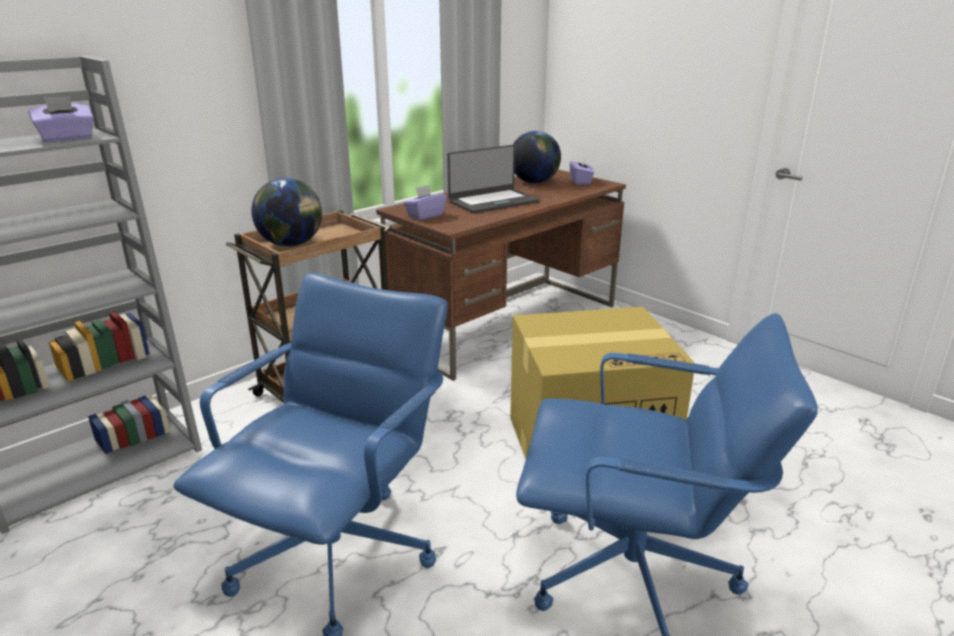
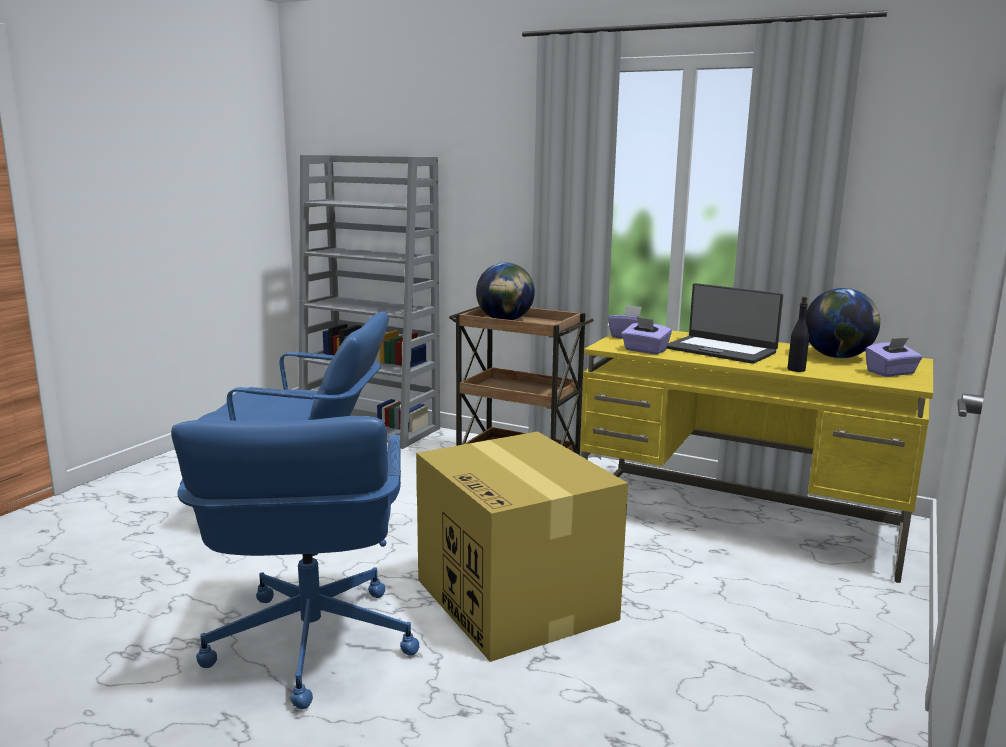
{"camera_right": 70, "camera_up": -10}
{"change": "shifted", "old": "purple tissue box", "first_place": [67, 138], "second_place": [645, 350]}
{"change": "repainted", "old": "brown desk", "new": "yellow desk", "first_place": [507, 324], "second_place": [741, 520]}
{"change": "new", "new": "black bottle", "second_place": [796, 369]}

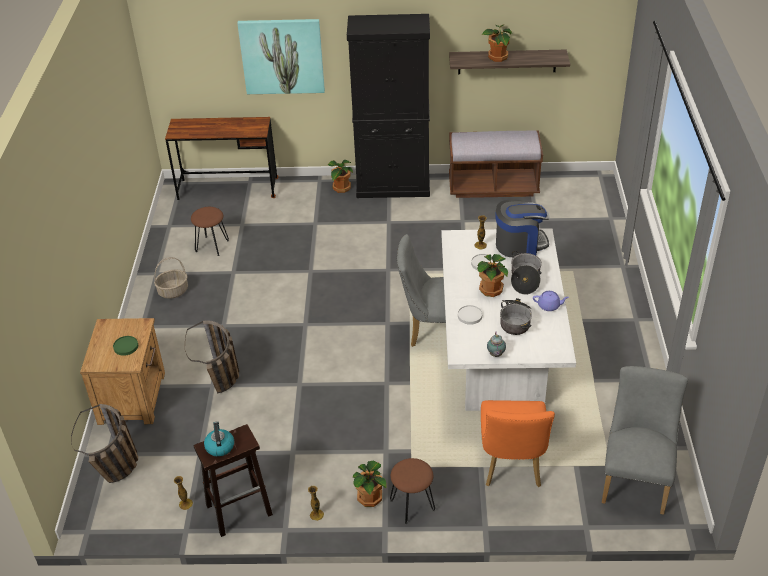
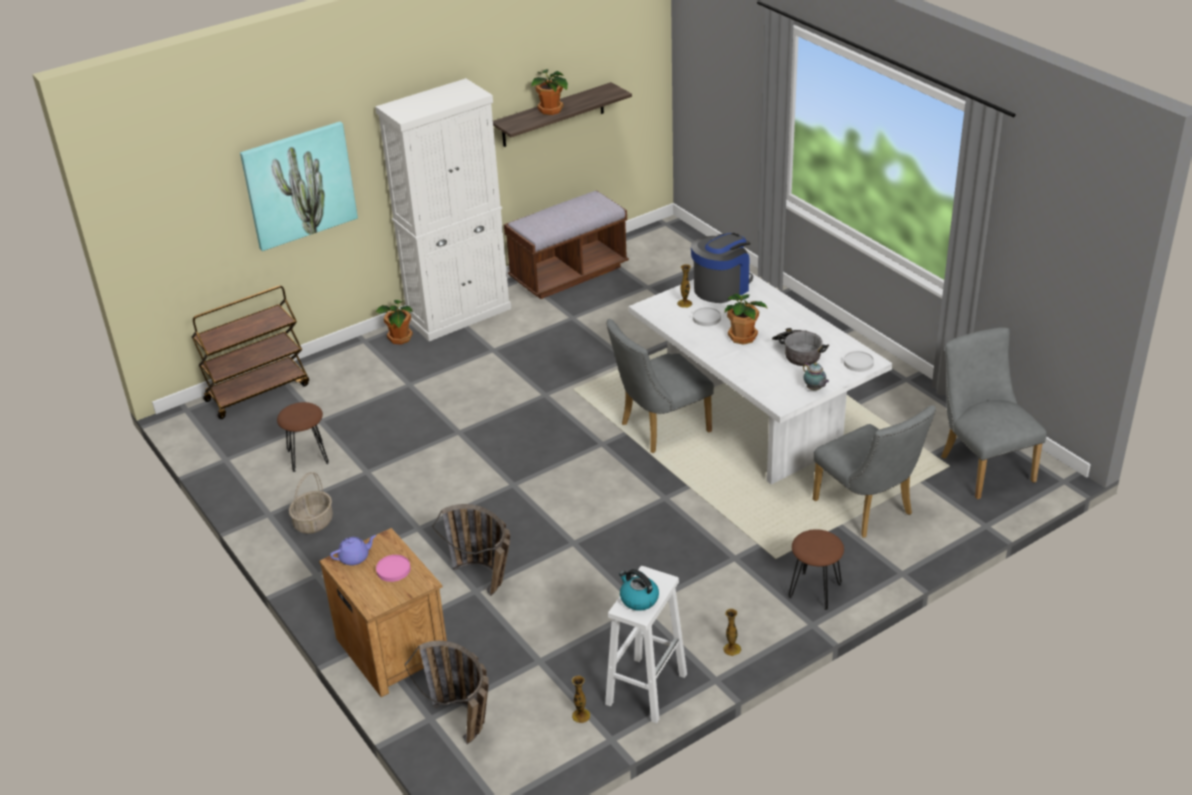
{"camera_right": -35, "camera_up": -5}
{"change": "repainted", "old": "black cabinet", "new": "white cabinet", "first_place": [393, 186], "second_place": [459, 314]}
{"change": "swapped", "old": "brown desk", "new": "brown cart", "first_place": [228, 189], "second_place": [258, 392]}
{"change": "gone", "old": "cooking pot", "first_place": [525, 279]}
{"change": "shifted", "old": "purple teapot", "first_place": [549, 306], "second_place": [355, 557]}
{"change": "shifted", "old": "white plate", "first_place": [469, 316], "second_place": [858, 363]}
{"change": "repainted", "old": "green plate", "new": "pink plate", "first_place": [126, 346], "second_place": [393, 569]}
{"change": "repainted", "old": "orange chair", "new": "grey chair", "first_place": [511, 467], "second_place": [868, 510]}
{"change": "repainted", "old": "brown stool", "new": "white stool", "first_place": [240, 509], "second_place": [646, 688]}
{"change": "gone", "old": "potted plant", "first_place": [370, 497]}

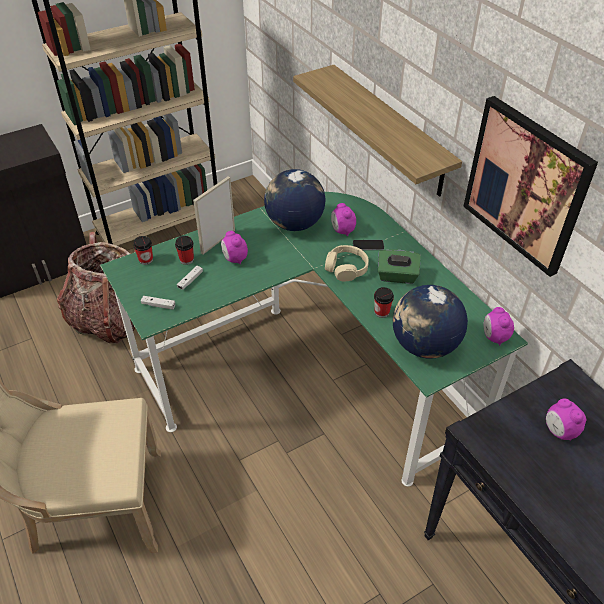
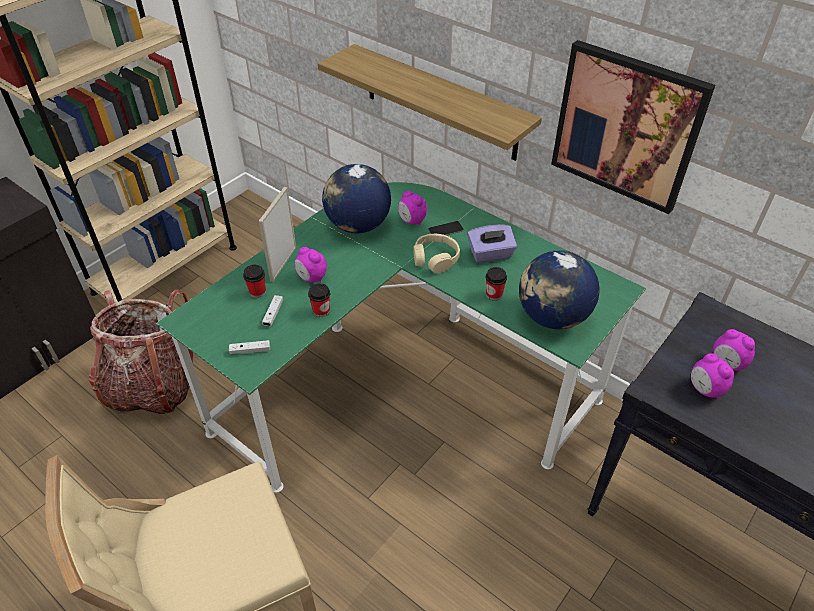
{"camera_right": -20, "camera_up": 0}
{"change": "shifted", "old": "cup", "first_place": [146, 260], "second_place": [321, 311]}
{"change": "repainted", "old": "green tissue box", "new": "purple tissue box", "first_place": [397, 276], "second_place": [490, 254]}
{"change": "shifted", "old": "alarm clock", "first_place": [494, 337], "second_place": [705, 389]}

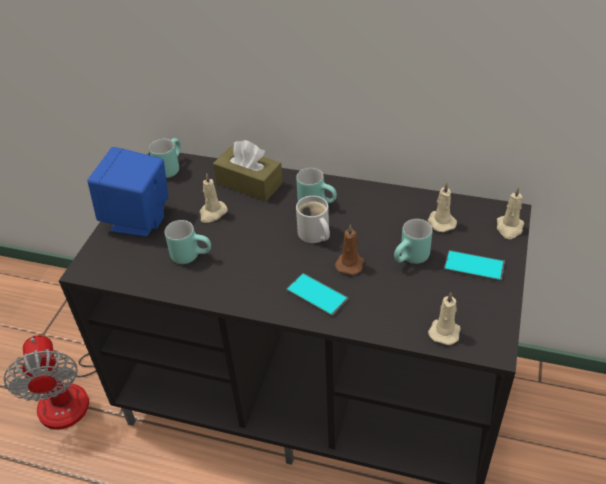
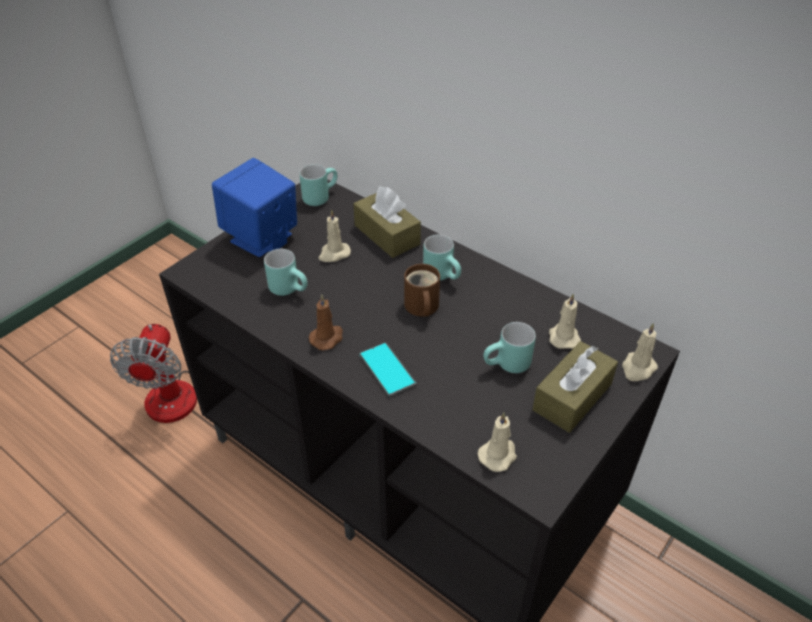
{"camera_right": 20, "camera_up": 0}
{"change": "repainted", "old": "white mug", "new": "brown mug", "first_place": [314, 234], "second_place": [421, 307]}
{"change": "shifted", "old": "brown candle", "first_place": [350, 263], "second_place": [327, 338]}
{"change": "swapped", "old": "phone", "new": "brown tissue box", "first_place": [474, 266], "second_place": [572, 397]}

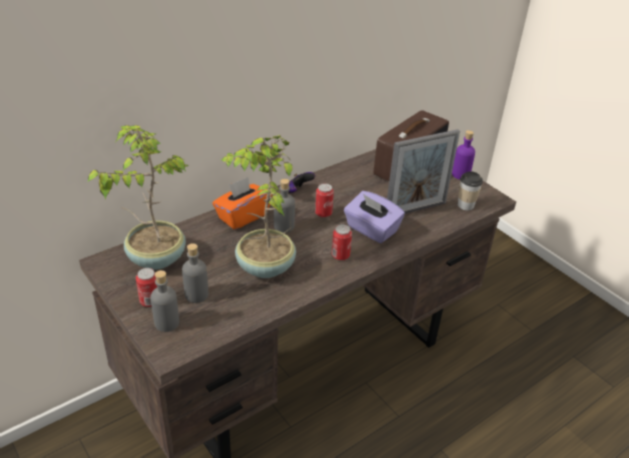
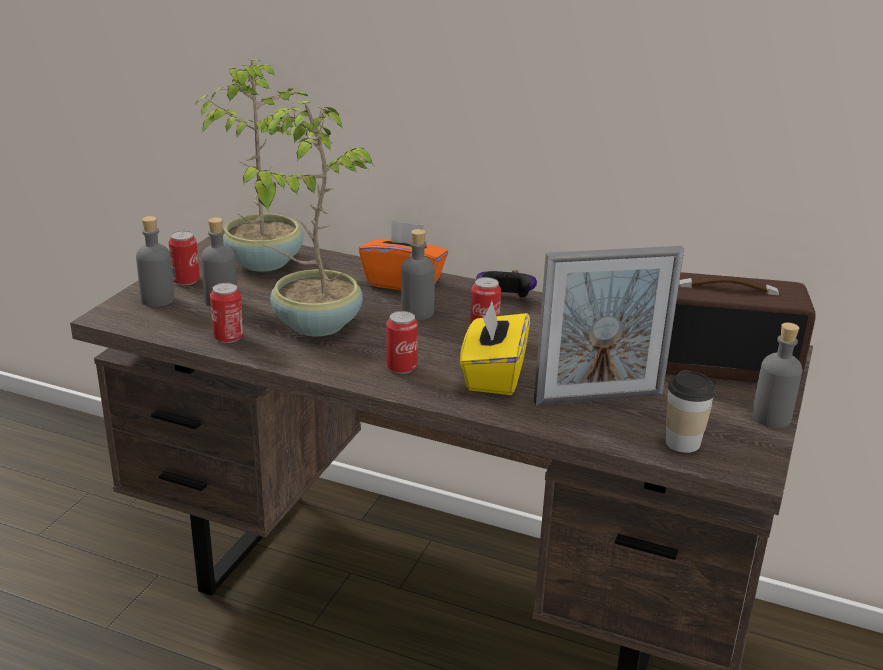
{"camera_right": 60, "camera_up": -10}
{"change": "rotated", "old": "picture frame", "first_place": [415, 209], "second_place": [598, 398], "degrees": -45}
{"change": "repainted", "old": "purple bottle", "new": "grey bottle", "first_place": [460, 174], "second_place": [771, 417]}
{"change": "repainted", "old": "purple tissue box", "new": "yellow tissue box", "first_place": [371, 230], "second_place": [493, 375]}
{"change": "new", "new": "can", "second_place": [228, 337]}

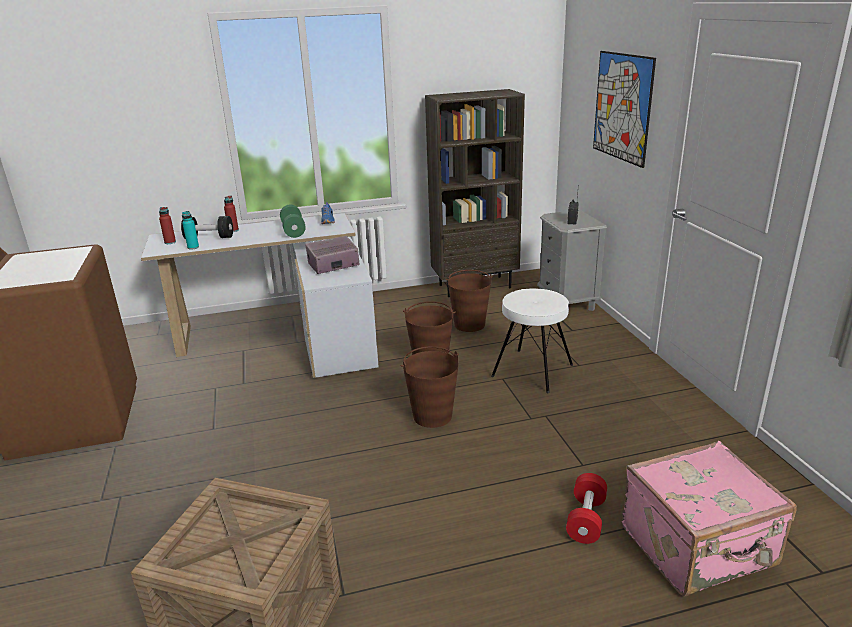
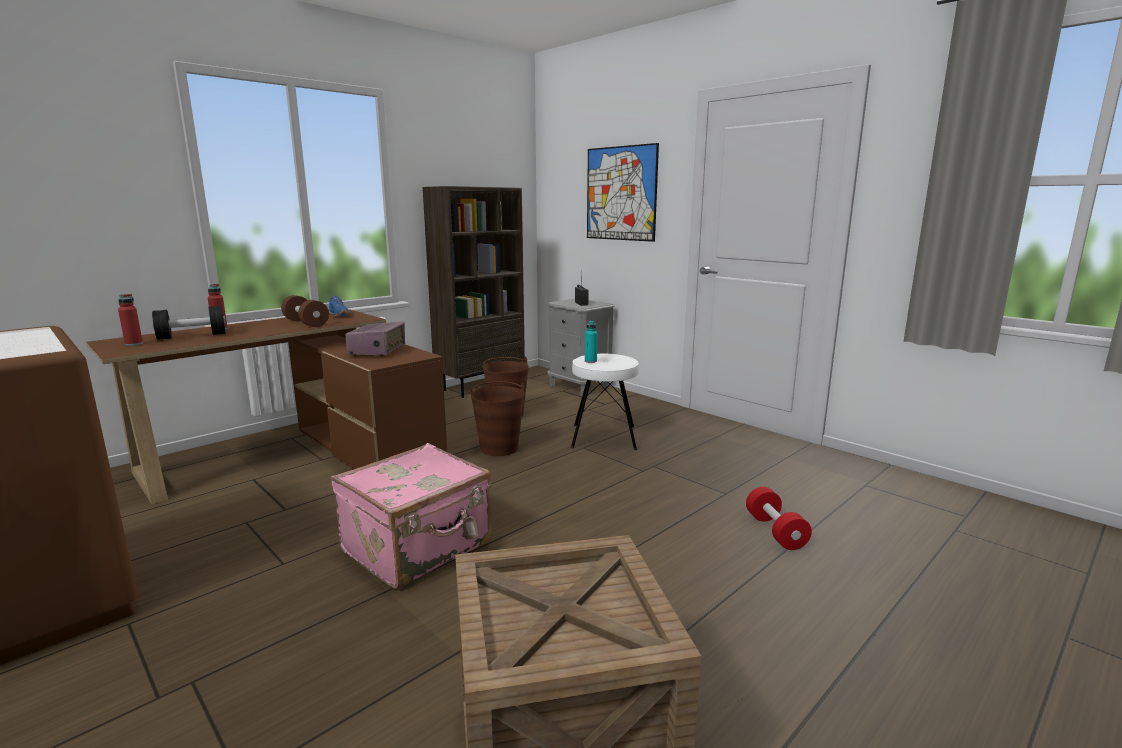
{"camera_right": -30, "camera_up": -10}
{"change": "repainted", "old": "green dumbbell", "new": "brown dumbbell", "first_place": [293, 230], "second_place": [306, 323]}
{"change": "shifted", "old": "turquoise bottle", "first_place": [193, 247], "second_place": [590, 361]}
{"change": "repainted", "old": "white desk", "new": "brown desk", "first_place": [286, 335], "second_place": [302, 456]}
{"change": "rotated", "old": "radio", "first_place": [333, 265], "second_place": [378, 351], "degrees": 150}
{"change": "gone", "old": "brown bucket", "first_place": [432, 416]}
{"change": "shifted", "old": "pink suitcase", "first_place": [698, 548], "second_place": [419, 548]}

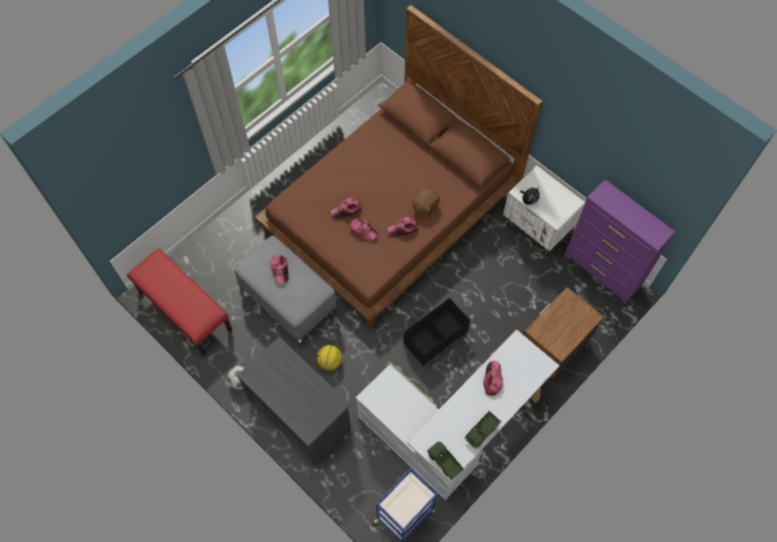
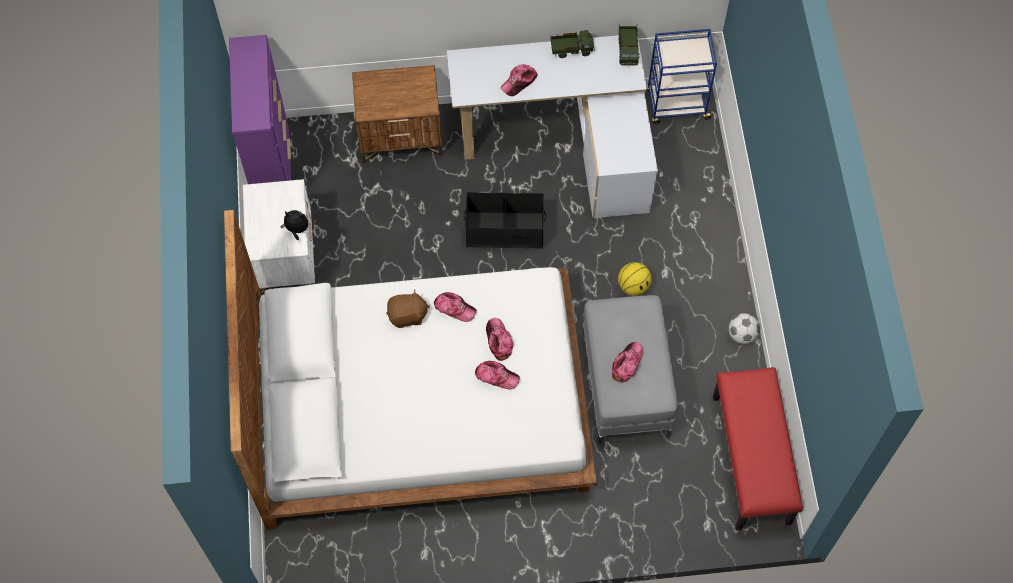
{"camera_right": -140, "camera_up": 0}
{"change": "repainted", "old": "brown bed", "new": "white bed", "first_place": [391, 210], "second_place": [421, 401]}
{"change": "gone", "old": "grey desk", "first_place": [300, 414]}

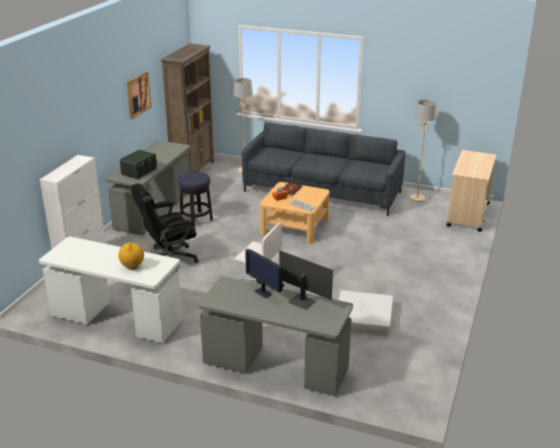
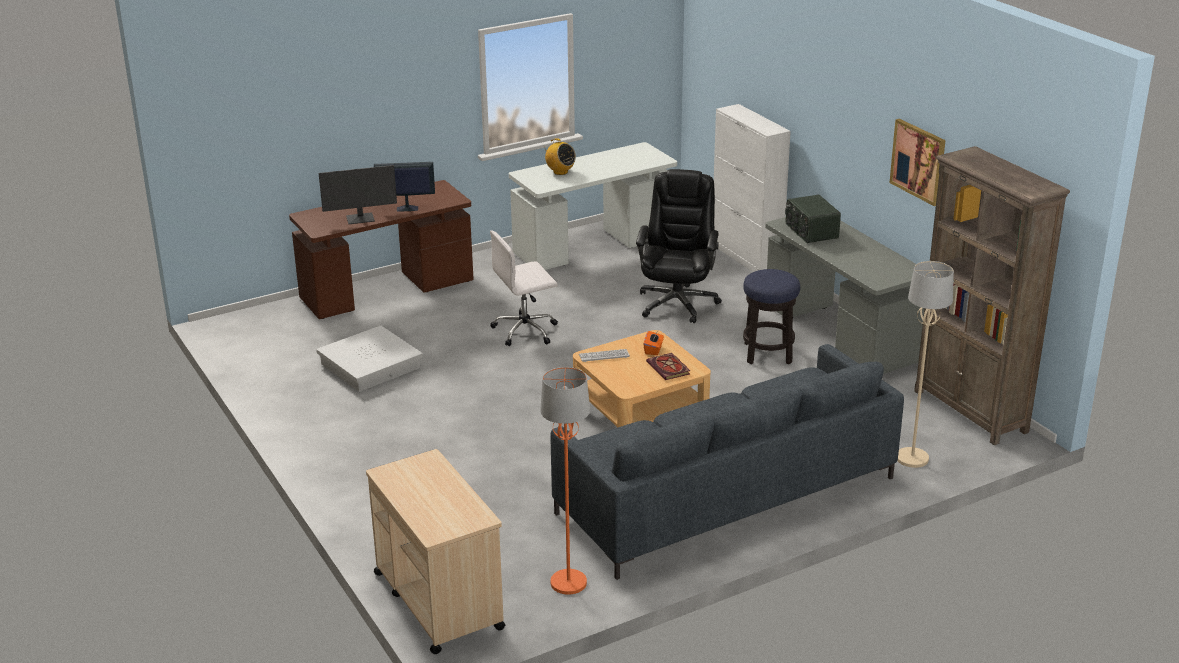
{"camera_right": 130, "camera_up": 0}
{"change": "repainted", "old": "beige floor lamp", "new": "orange floor lamp", "first_place": [417, 198], "second_place": [568, 583]}
{"change": "repainted", "old": "grey desk", "new": "brown desk", "first_place": [275, 366], "second_place": [387, 290]}

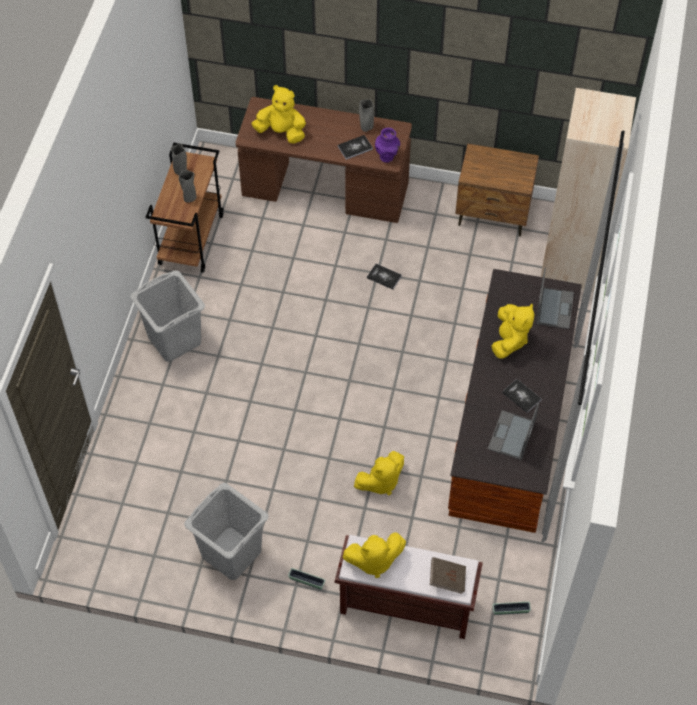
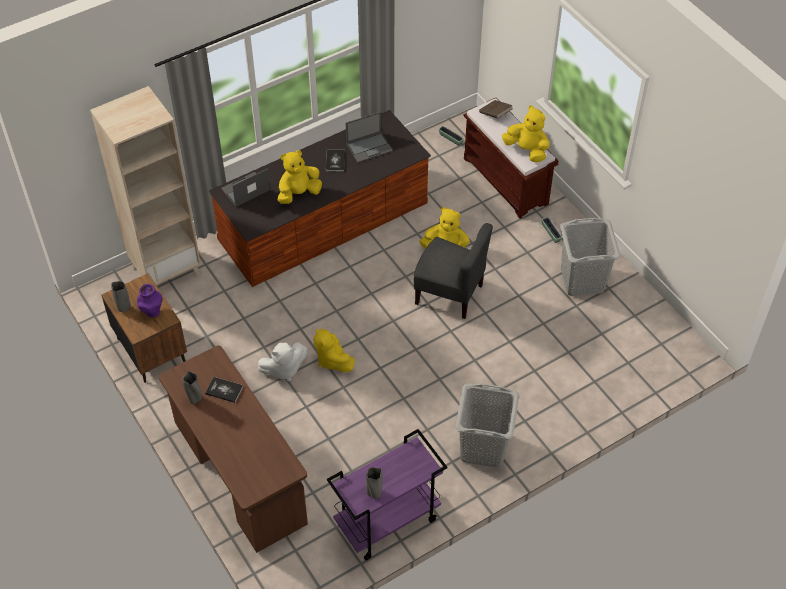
{"camera_right": -135, "camera_up": -5}
{"change": "shifted", "old": "yellow plush toy", "first_place": [281, 132], "second_place": [332, 360]}
{"change": "shifted", "old": "purple vase", "first_place": [387, 157], "second_place": [152, 312]}
{"change": "repainted", "old": "brown cart", "new": "purple cart", "first_place": [191, 239], "second_place": [387, 522]}
{"change": "shifted", "old": "grey vase", "first_place": [189, 198], "second_place": [124, 308]}
{"change": "swapped", "old": "book", "new": "white plush toy", "first_place": [384, 277], "second_place": [283, 369]}
{"change": "new", "new": "grey chair", "second_place": [449, 294]}

